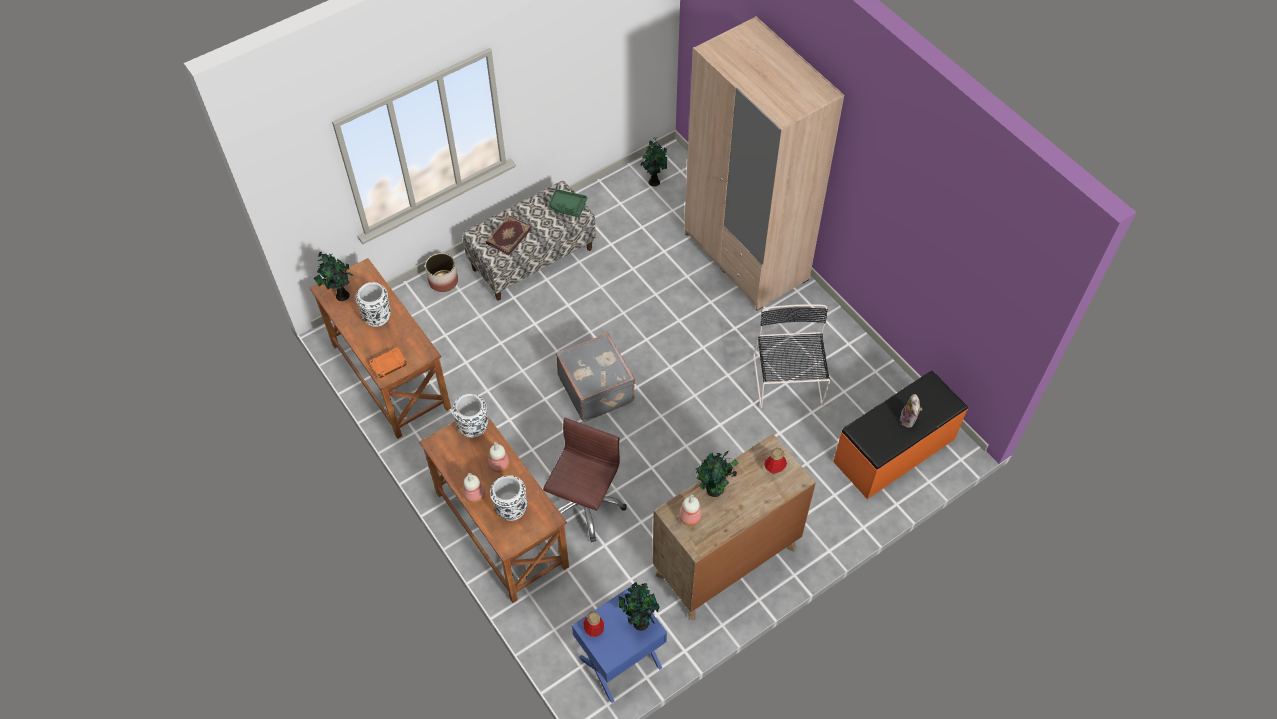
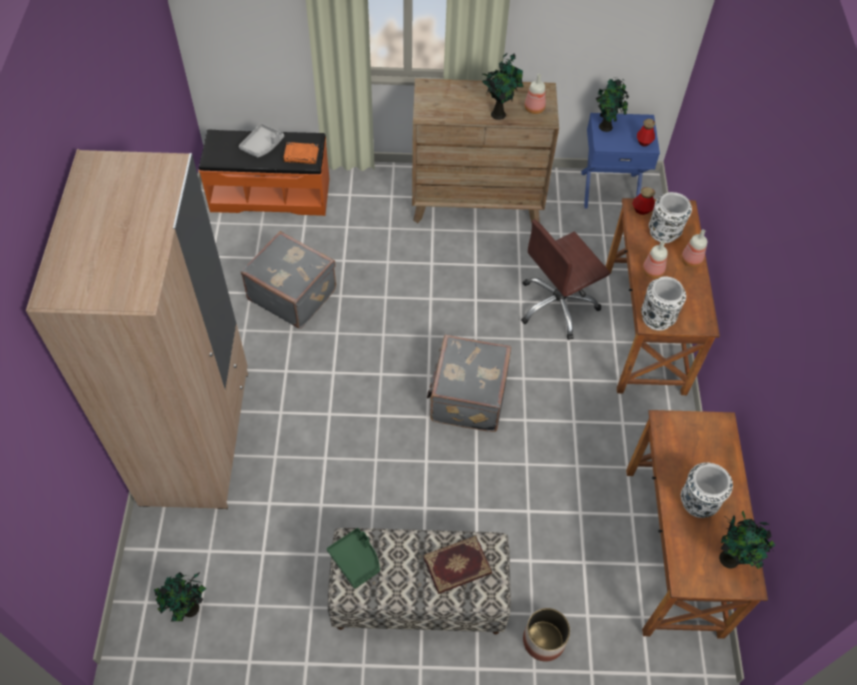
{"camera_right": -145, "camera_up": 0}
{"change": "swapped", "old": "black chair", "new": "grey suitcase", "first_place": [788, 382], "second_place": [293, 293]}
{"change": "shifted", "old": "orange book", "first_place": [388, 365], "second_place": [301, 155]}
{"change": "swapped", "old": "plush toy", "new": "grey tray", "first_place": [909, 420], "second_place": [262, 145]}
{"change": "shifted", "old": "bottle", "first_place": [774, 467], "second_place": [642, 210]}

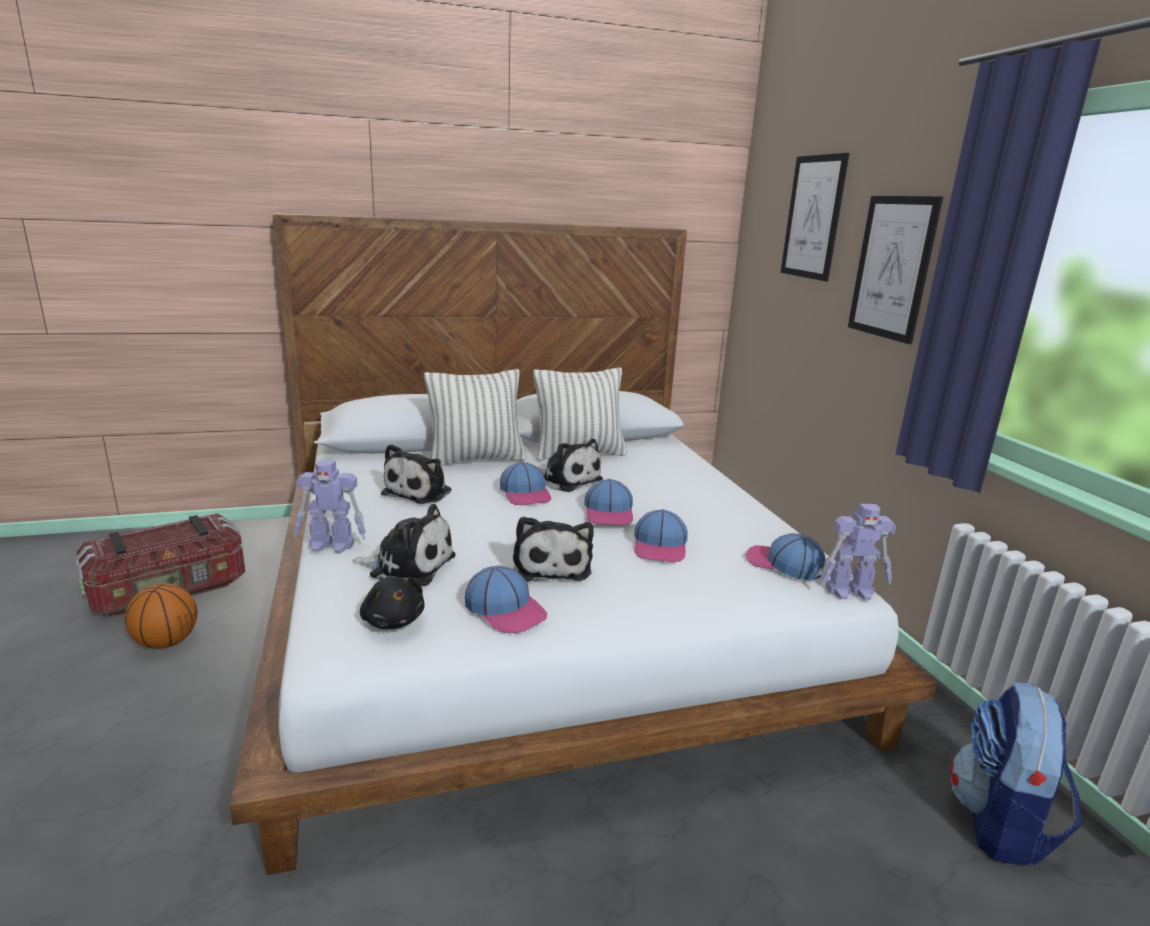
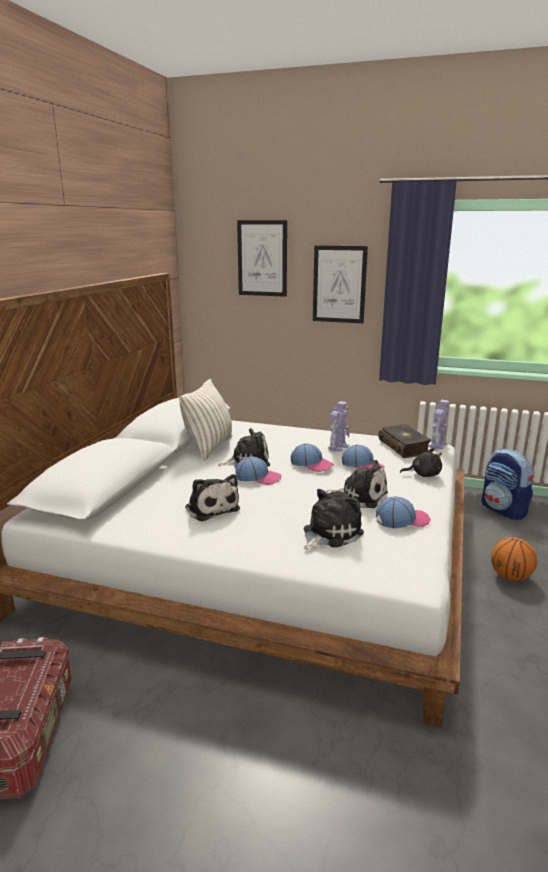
{"camera_right": -55, "camera_up": 0}
{"change": "gone", "old": "pillow", "first_place": [476, 459]}
{"change": "shifted", "old": "toy robot", "first_place": [332, 545], "second_place": [338, 447]}
{"change": "swapped", "old": "cap", "new": "book", "first_place": [783, 564], "second_place": [404, 447]}
{"change": "shifted", "old": "black plush toy", "first_place": [393, 620], "second_place": [423, 474]}
{"change": "shifted", "old": "basketball", "first_place": [166, 642], "second_place": [510, 577]}

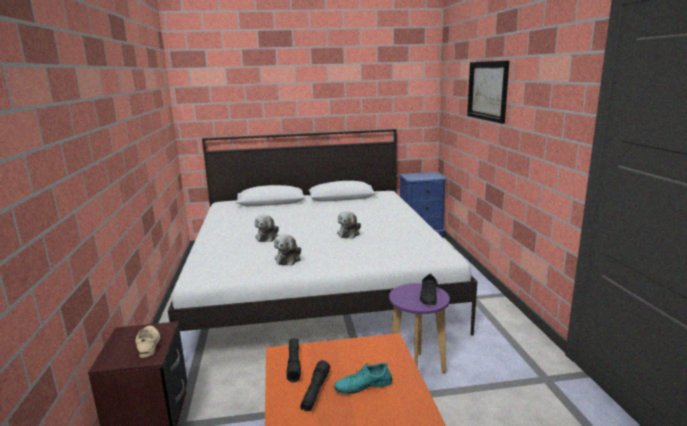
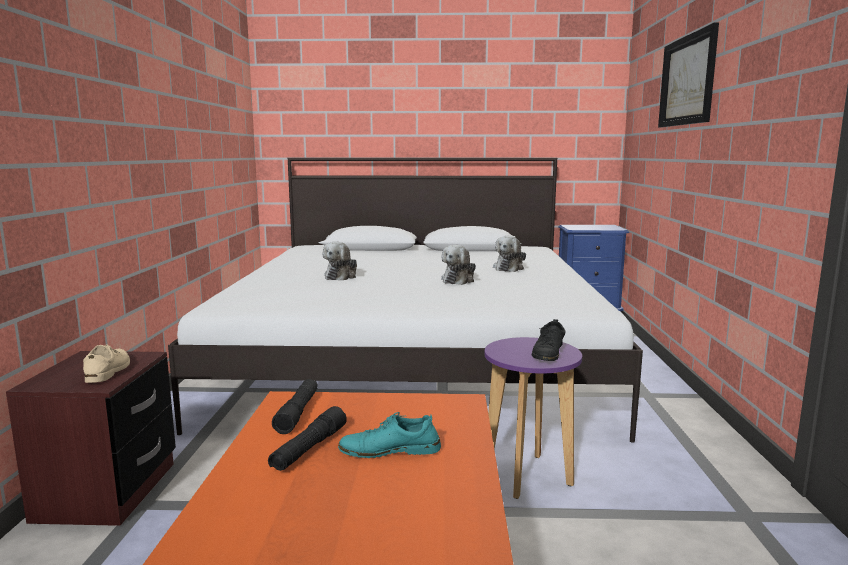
{"camera_right": 10, "camera_up": -5}
{"change": "shifted", "old": "plush toy", "first_place": [288, 259], "second_place": [509, 268]}

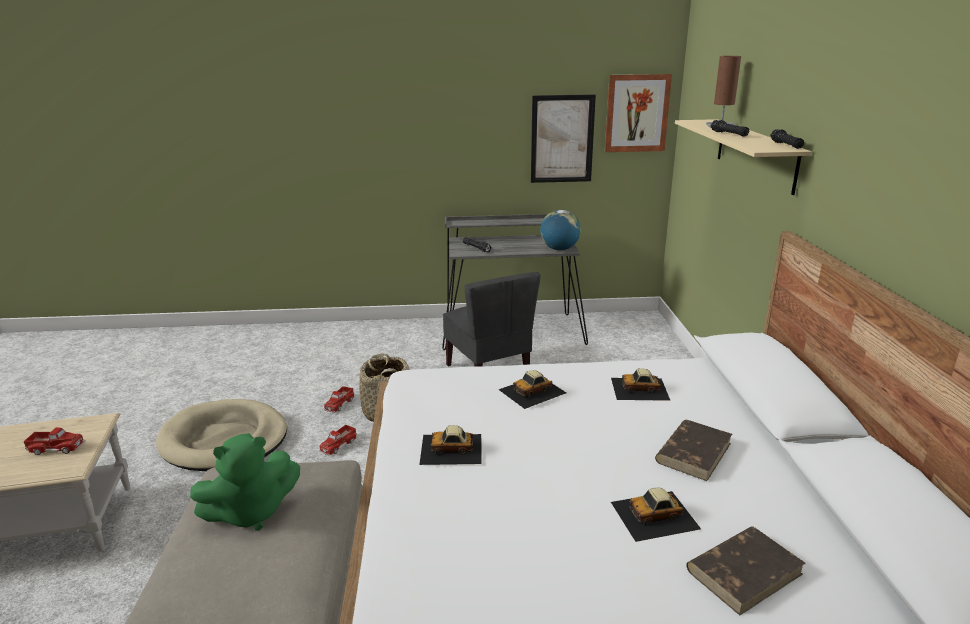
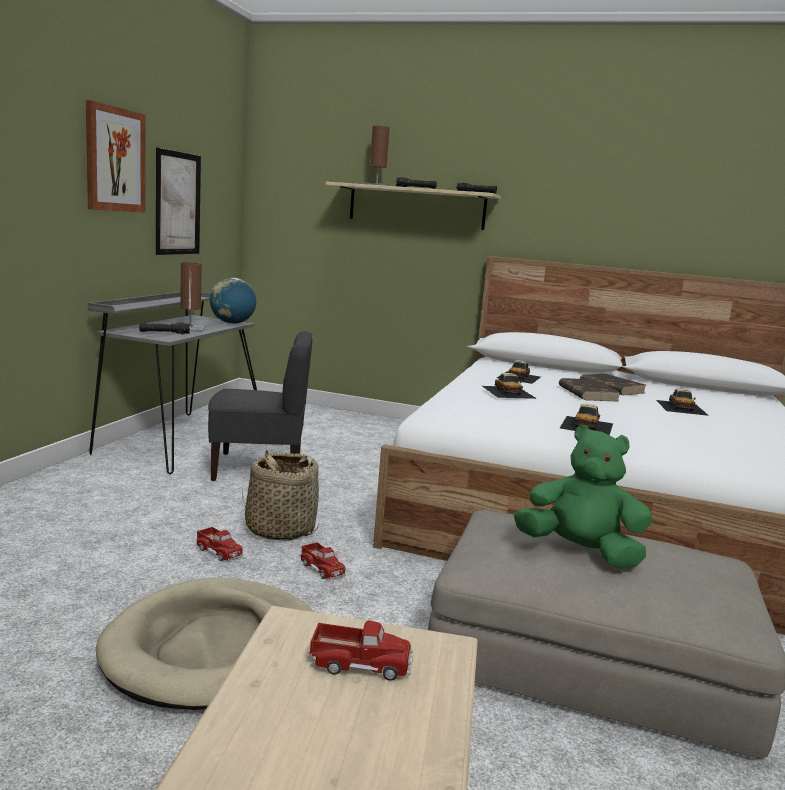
{"camera_right": -70, "camera_up": -10}
{"change": "shifted", "old": "picture", "first_place": [636, 113], "second_place": [115, 160]}
{"change": "rotated", "old": "toy truck", "first_place": [56, 448], "second_place": [360, 663], "degrees": 75}
{"change": "rotated", "old": "green plush toy", "first_place": [251, 512], "second_place": [580, 552], "degrees": -60}
{"change": "shifted", "old": "brown book", "first_place": [744, 571], "second_place": [587, 393]}
{"change": "new", "new": "brown table lamp", "second_place": [190, 329]}

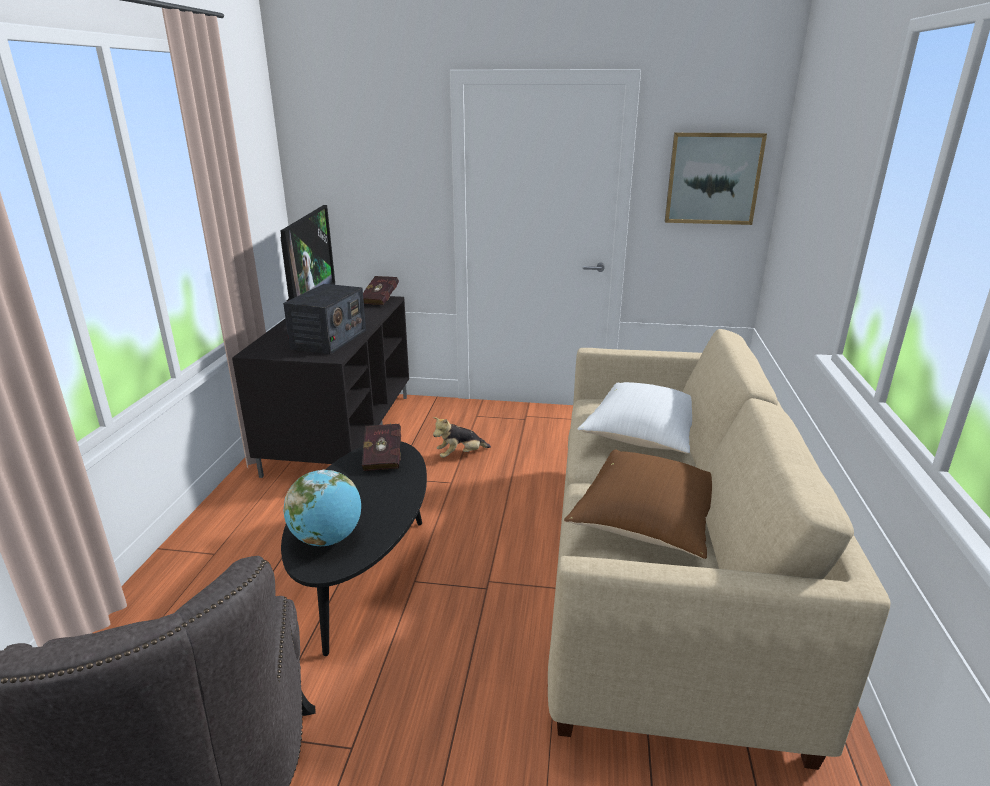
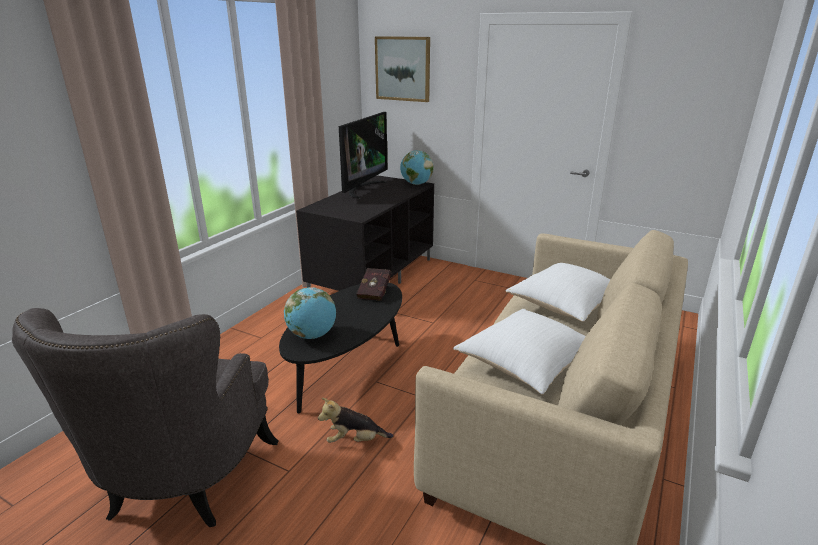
{"camera_right": 20, "camera_up": 0}
{"change": "shifted", "old": "picture", "first_place": [713, 178], "second_place": [403, 69]}
{"change": "swapped", "old": "red book", "new": "globe", "first_place": [381, 300], "second_place": [416, 184]}
{"change": "gone", "old": "radio", "first_place": [329, 339]}
{"change": "shifted", "old": "plush toy", "first_place": [460, 455], "second_place": [355, 440]}
{"change": "repainted", "old": "brown pillow", "new": "white pillow", "first_place": [649, 524], "second_place": [528, 367]}

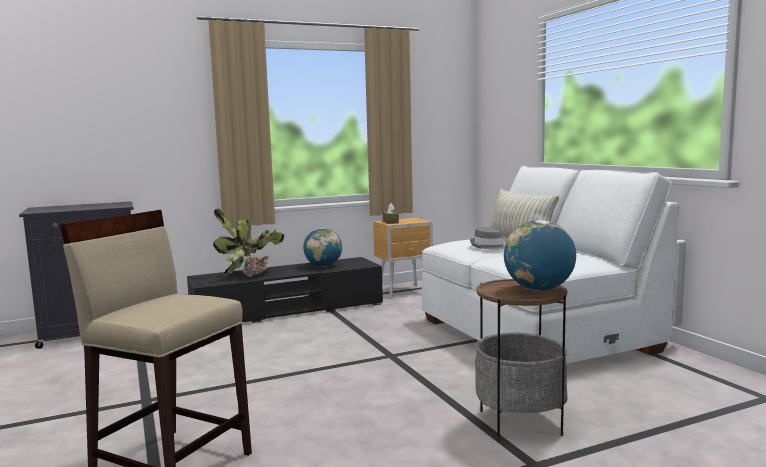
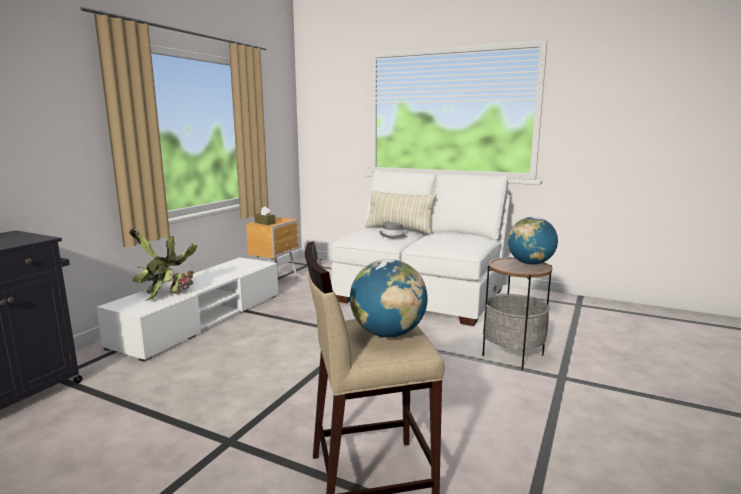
{"camera_right": -40, "camera_up": 5}
{"change": "shifted", "old": "globe", "first_place": [323, 266], "second_place": [388, 333]}
{"change": "repainted", "old": "black tv stand", "new": "white tv stand", "first_place": [288, 310], "second_place": [202, 319]}

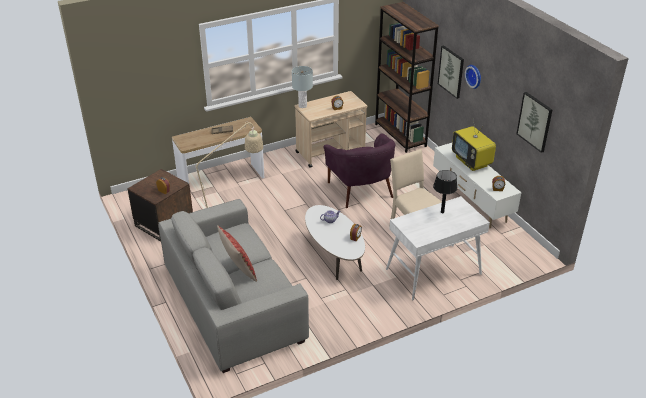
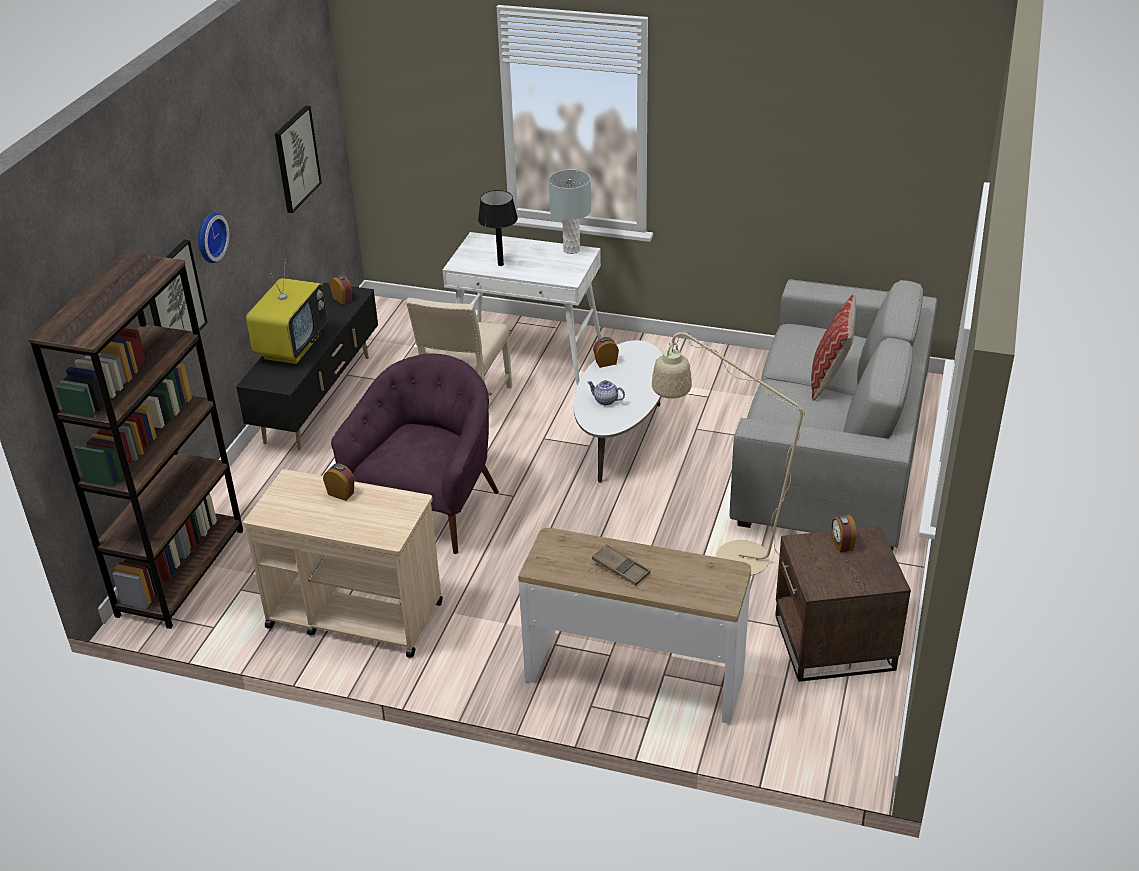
{"camera_right": -135, "camera_up": 0}
{"change": "shifted", "old": "grey table lamp", "first_place": [302, 106], "second_place": [572, 250]}
{"change": "repainted", "old": "white tv stand", "new": "black tv stand", "first_place": [471, 202], "second_place": [319, 399]}

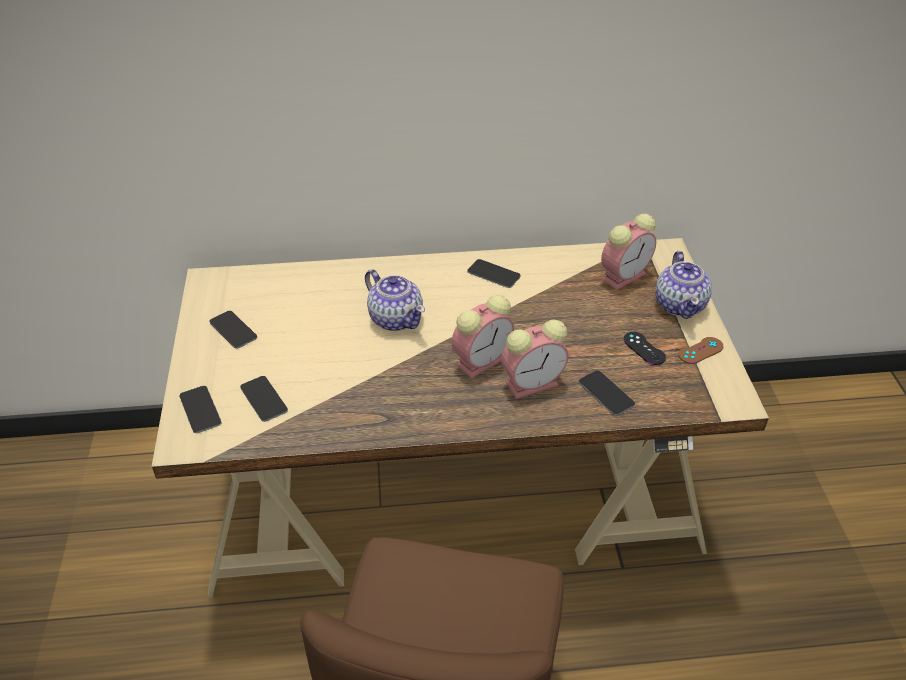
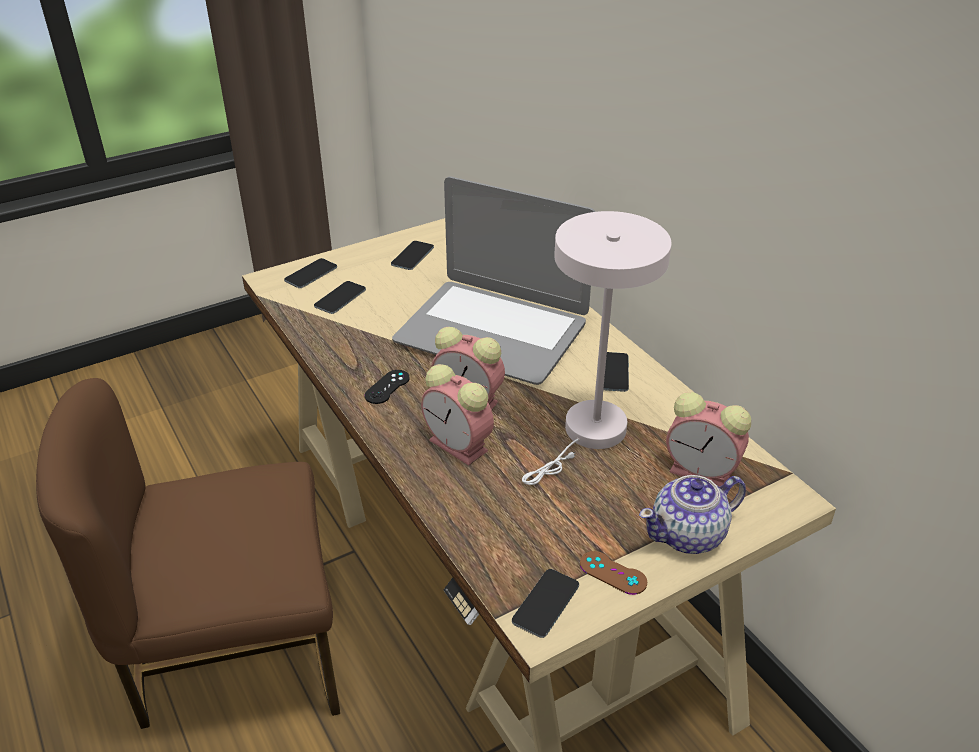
{"camera_right": 65, "camera_up": -5}
{"change": "swapped", "old": "teapot", "new": "laptop", "first_place": [396, 318], "second_place": [492, 332]}
{"change": "shifted", "old": "black game controller", "first_place": [644, 348], "second_place": [387, 387]}
{"change": "shifted", "old": "phone", "first_place": [606, 393], "second_place": [545, 603]}
{"change": "new", "new": "white table lamp", "second_place": [589, 435]}

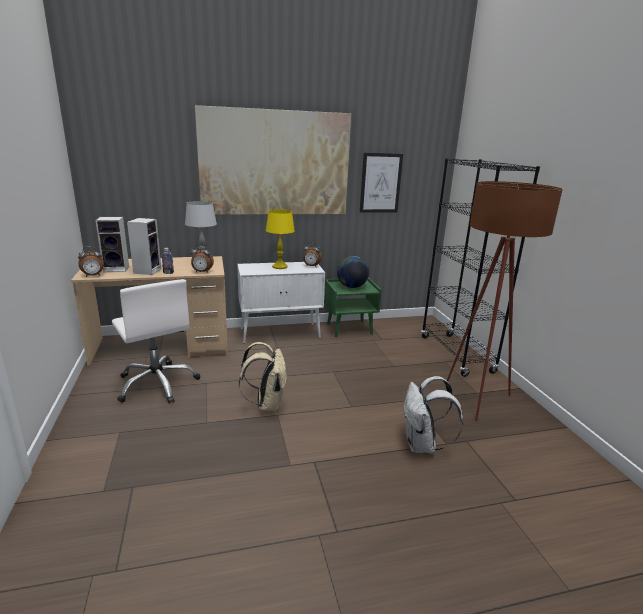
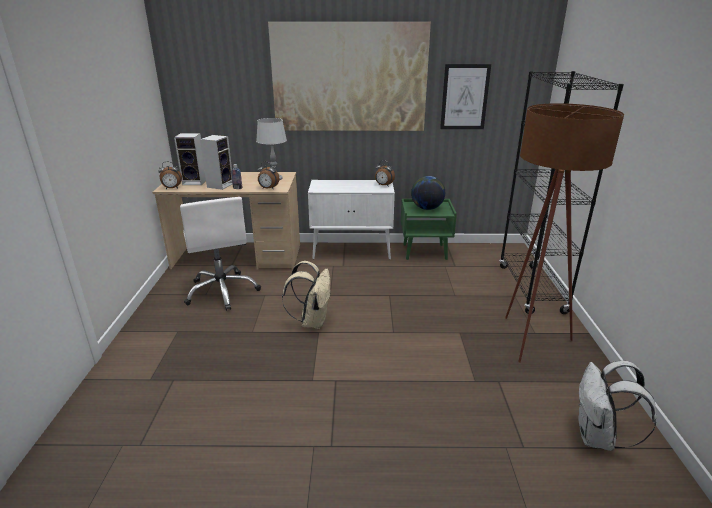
{"camera_right": 15, "camera_up": 5}
{"change": "gone", "old": "yellow table lamp", "first_place": [279, 266]}
{"change": "shifted", "old": "white backpack", "first_place": [422, 445], "second_place": [598, 437]}

